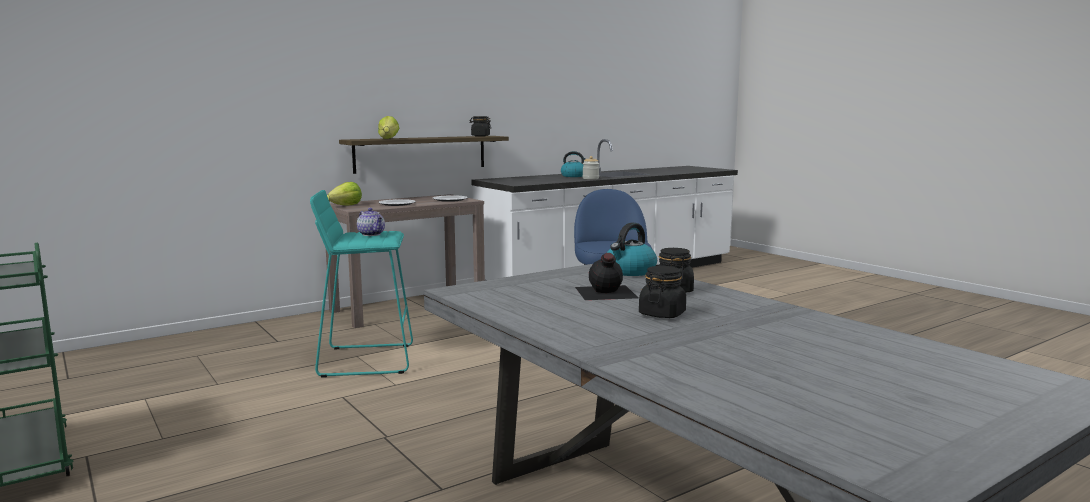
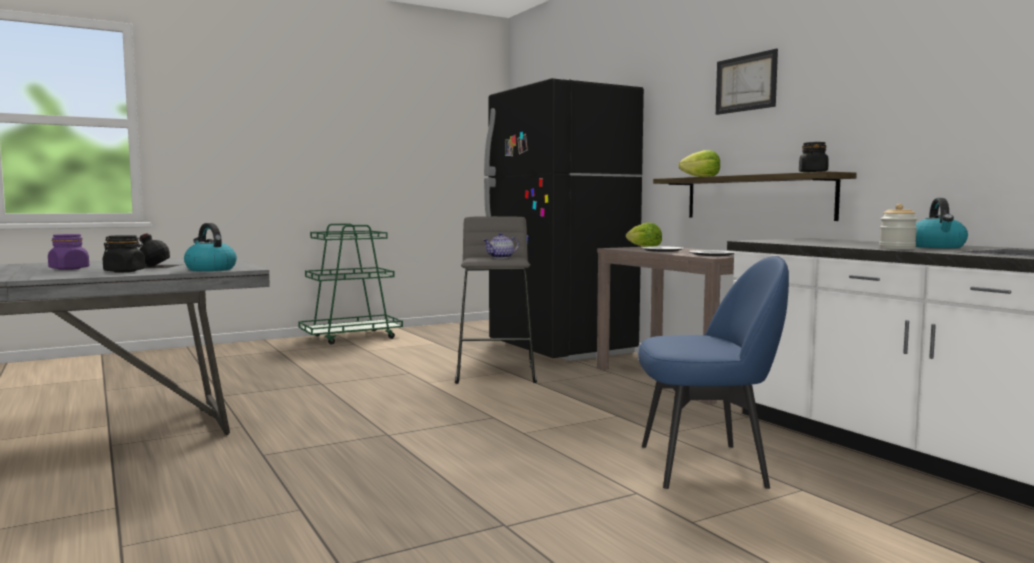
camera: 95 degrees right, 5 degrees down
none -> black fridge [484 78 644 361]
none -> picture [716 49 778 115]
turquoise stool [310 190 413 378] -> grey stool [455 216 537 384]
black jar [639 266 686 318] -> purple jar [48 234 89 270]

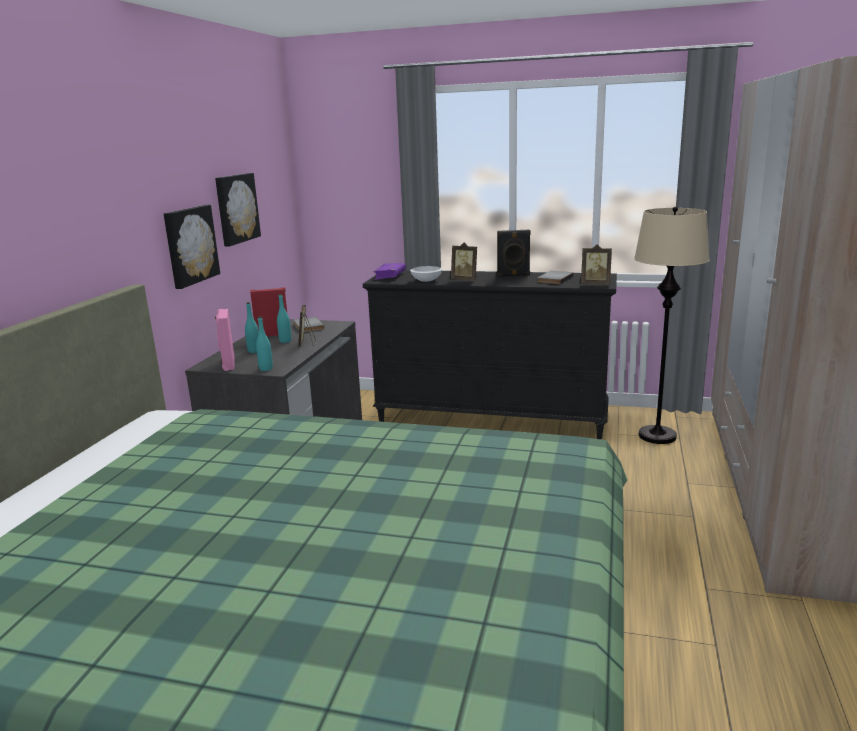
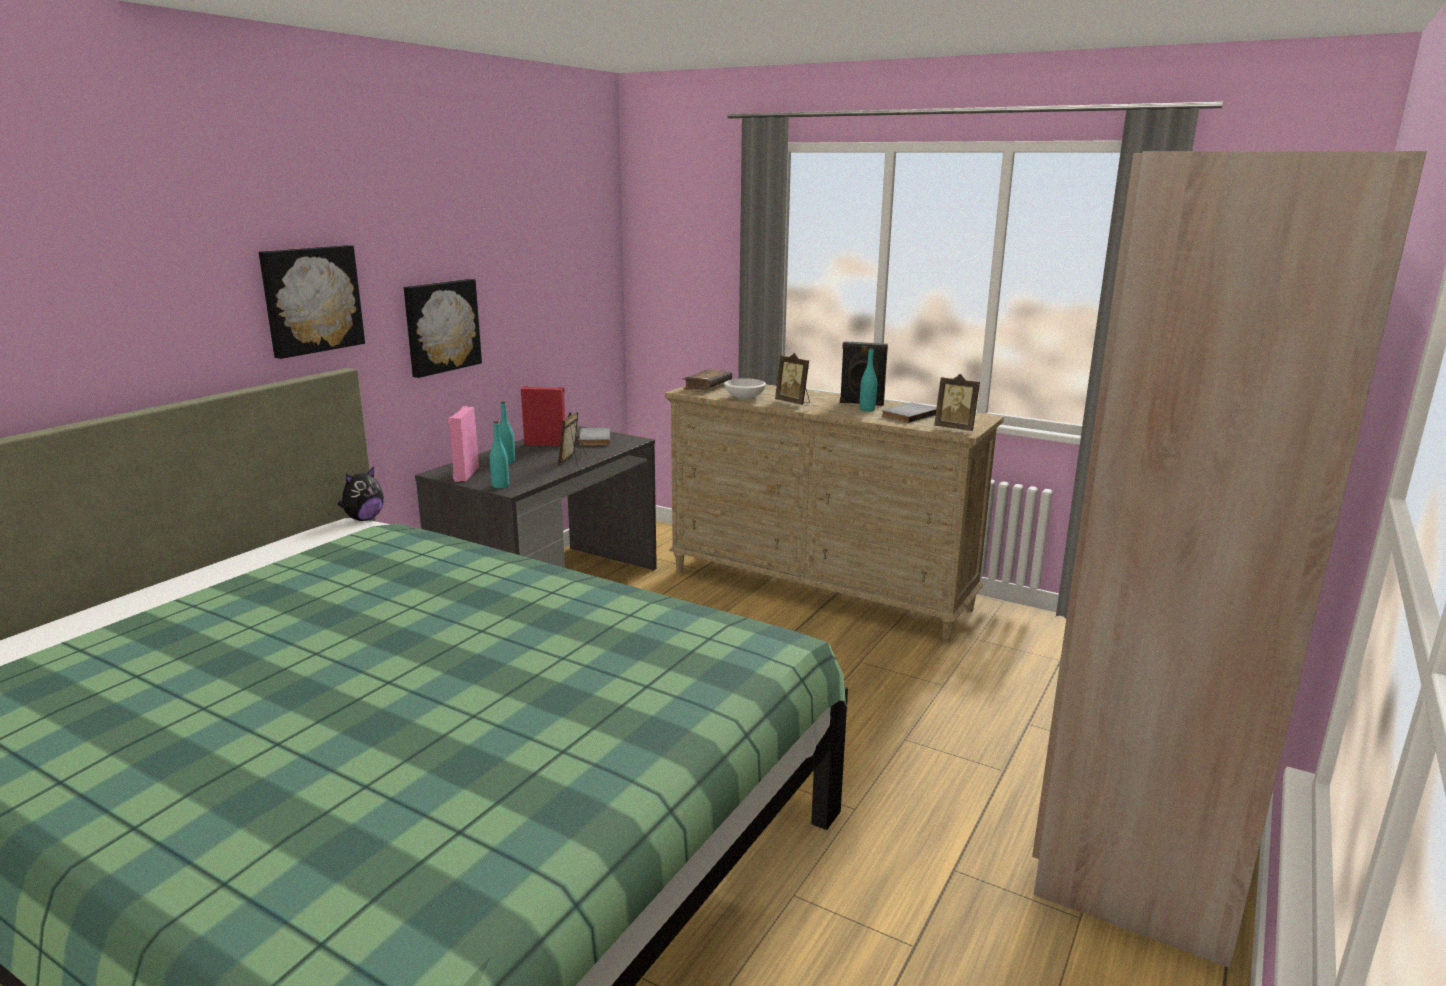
camera: 15 degrees right, 0 degrees up
beige floor lamp [634 207 710 444] -> none
none -> plush toy [338 467 384 521]
picture [215 173 261 246] -> picture [259 245 365 359], relocated
turquoise bottle [277 294 291 343] -> turquoise bottle [860 348 877 412], relocated
black dresser [363 270 617 439] -> beige dresser [665 382 1004 642]
purple book [373 263 406 280] -> brown book [683 369 732 390]

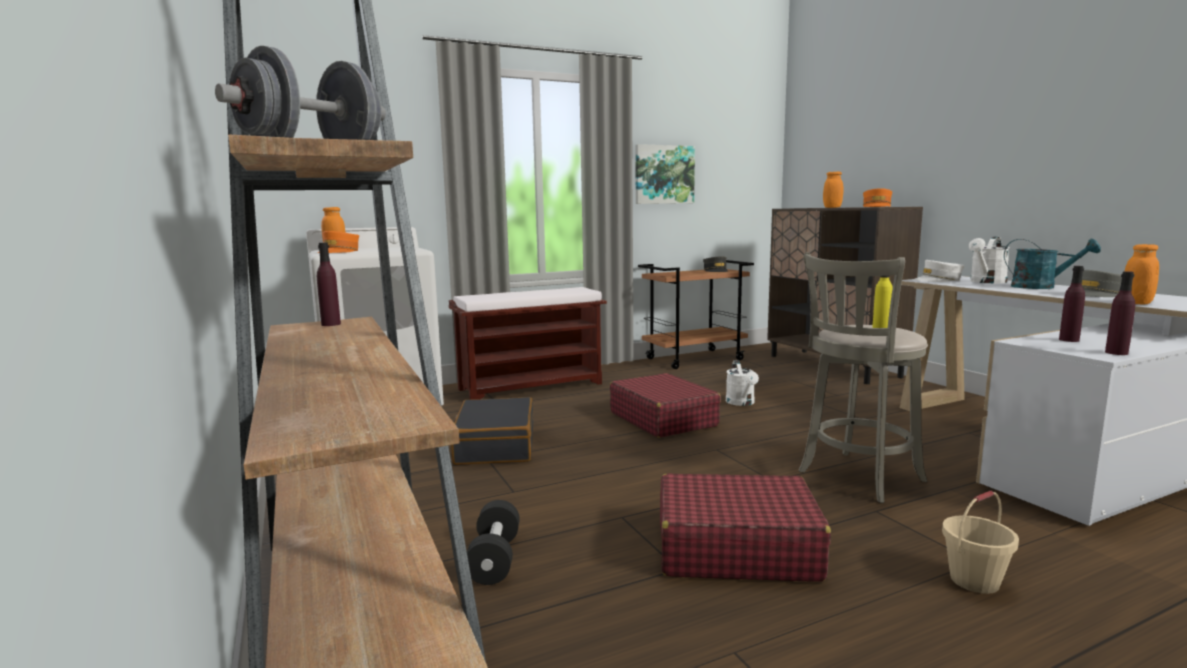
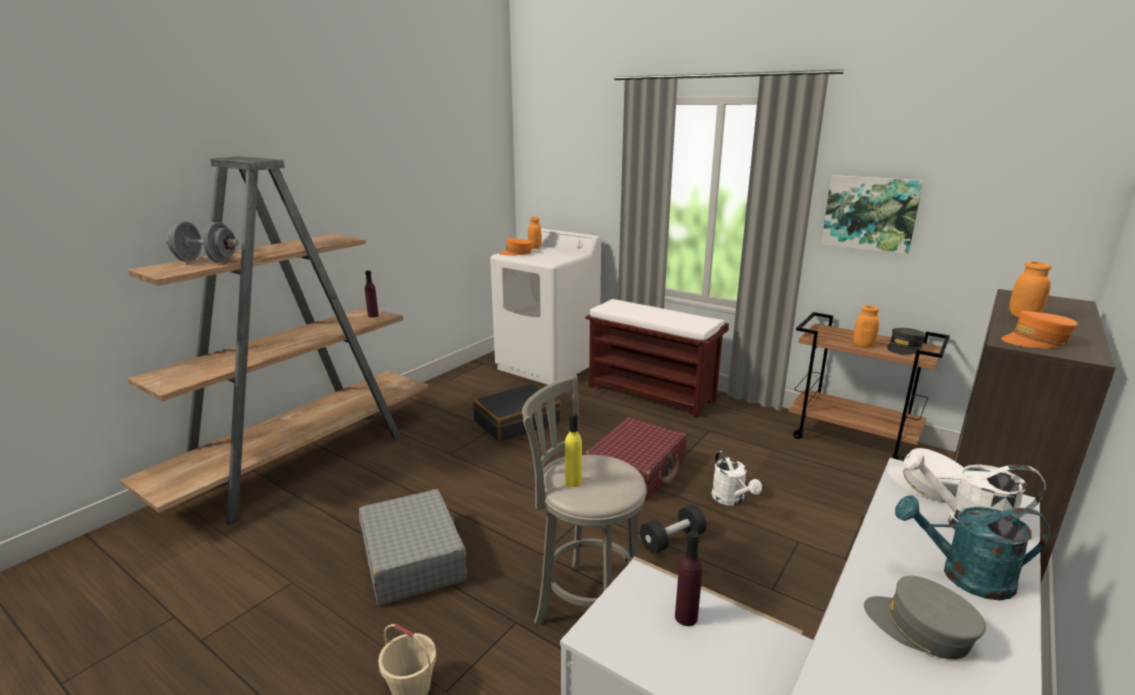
camera: 60 degrees right, 10 degrees up
purple bottle [1105 271 1135 355] -> none
black dumbbell [467 500 520 585] -> black dumbbell [640 505 707 554], relocated
orange jar [1125 244 1159 304] -> orange jar [853 305 880 348], relocated
red suitcase [660 473 831 582] -> grey suitcase [359 489 467 605]
white watering can [726 360 759 406] -> white watering can [711 450 762 506], 75 degrees counterclockwise
turquoise watering can [1004 239 1101 289] -> turquoise watering can [895 495 1051 600], 105 degrees clockwise

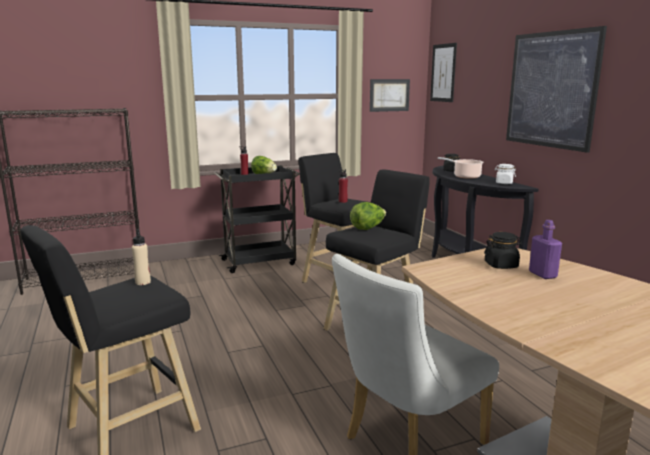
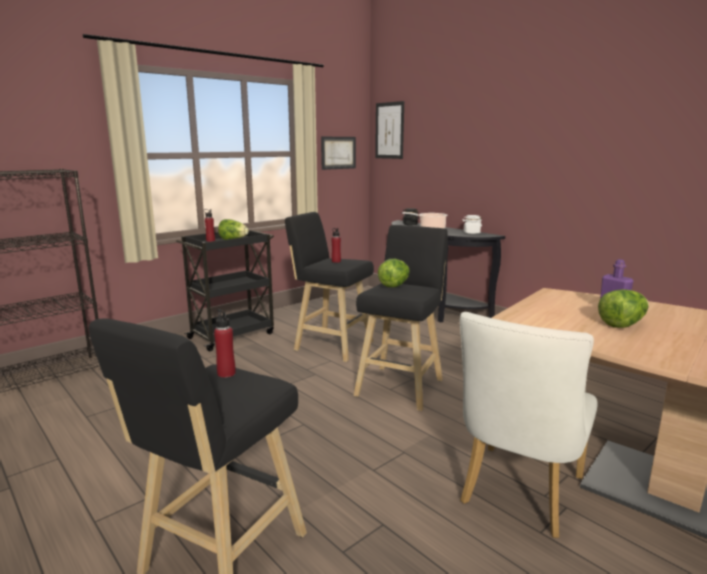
camera: 20 degrees left, 0 degrees up
black jar [484 232 522 269] -> none
picture [506 26 607 153] -> none
none -> lettuce [598 289 649 328]
beige bottle [132 229 151 285] -> red bottle [214 309 236 378]

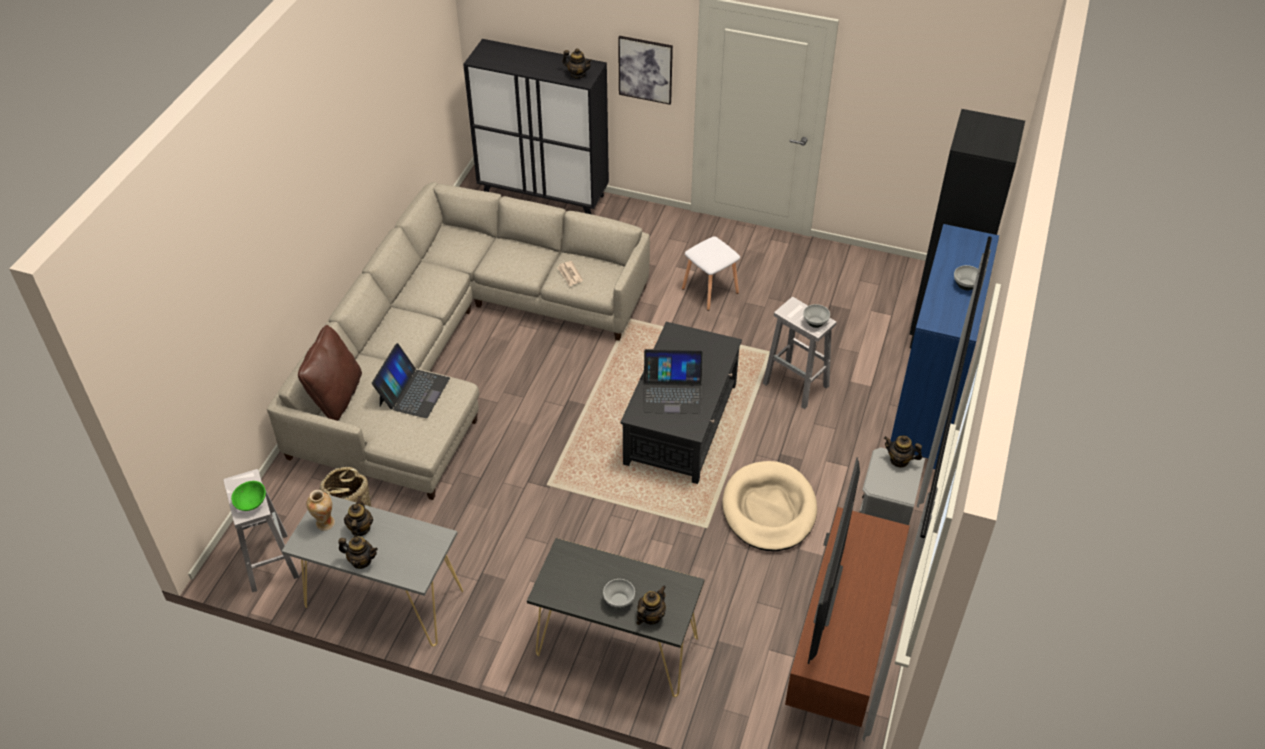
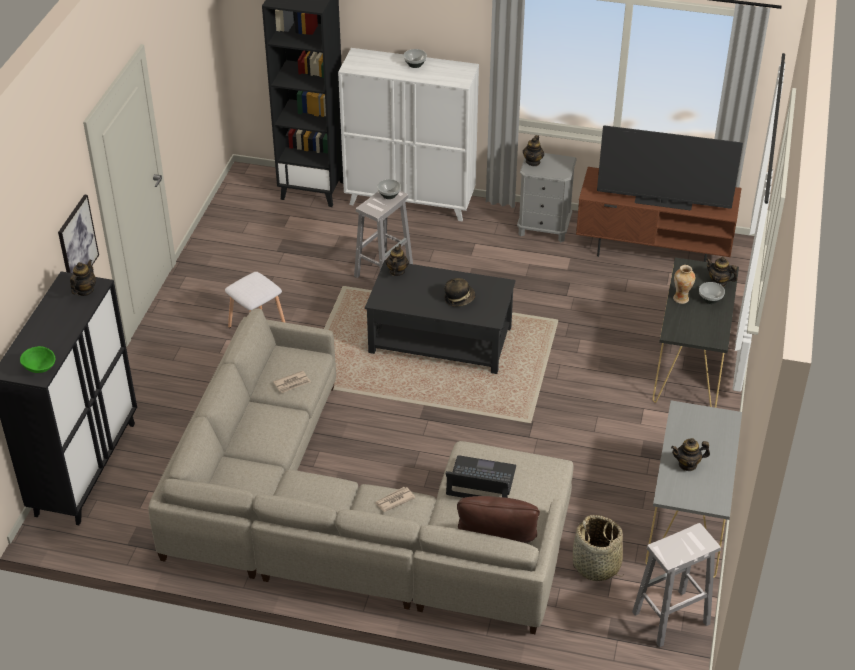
camera: 95 degrees left, 5 degrees down
beige dog bed [722 461 817 551] -> none
none -> newspaper [375 487 415 512]
green bowl [231 481 266 511] -> green bowl [20 346 56 373], relocated
vase [306 490 335 531] -> vase [673 265 695 304], relocated
teapot [338 537 378 569] -> teapot [386 244 409 276], relocated
laptop [643 349 703 414] -> hat [444 278 475 306]
blue cabinet [891 224 999 469] -> white cabinet [338 48 479 221]

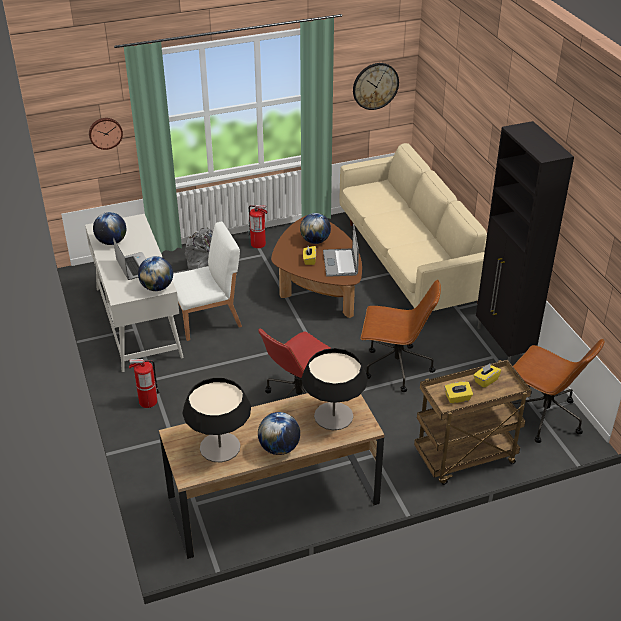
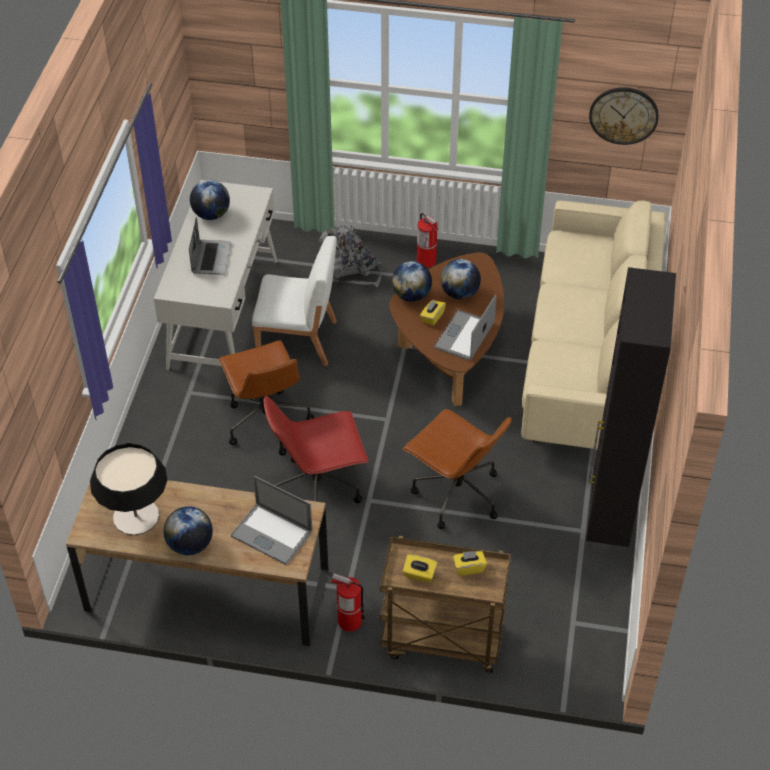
camera: 30 degrees right, 10 degrees up
wall clock [89 118 123 150] -> none
fire extinguisher [129 359 160 408] -> fire extinguisher [331 573 366 632], relocated
globe [138 256 173 291] -> globe [392 261 432 302], relocated
brown office chair [512 339 605 443] -> brown office chair [219 340 314 456], relocated
table lamp [301 348 368 430] -> laptop [231 476 313 565]

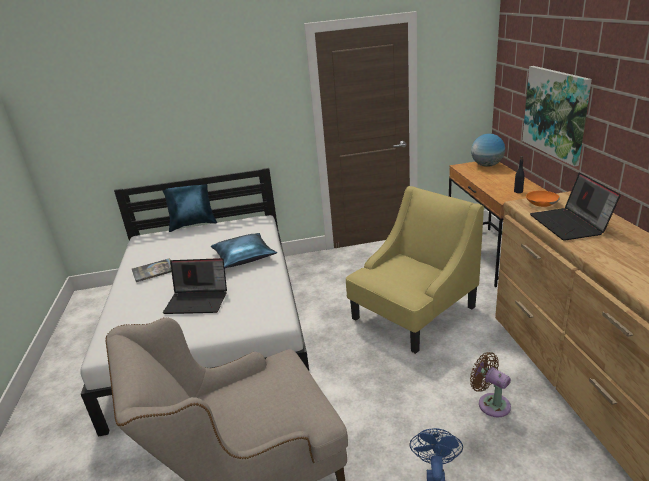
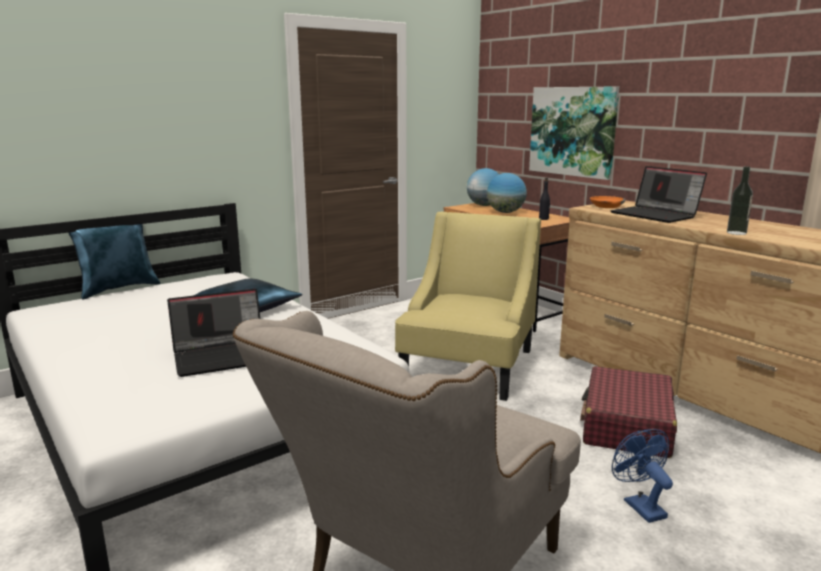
camera: 30 degrees left, 10 degrees down
book [132 258 171 282] -> none
none -> globe [487 173 527 213]
none -> bottle [727 166 753 235]
brown fan [470 352 511 417] -> red suitcase [580 366 677 458]

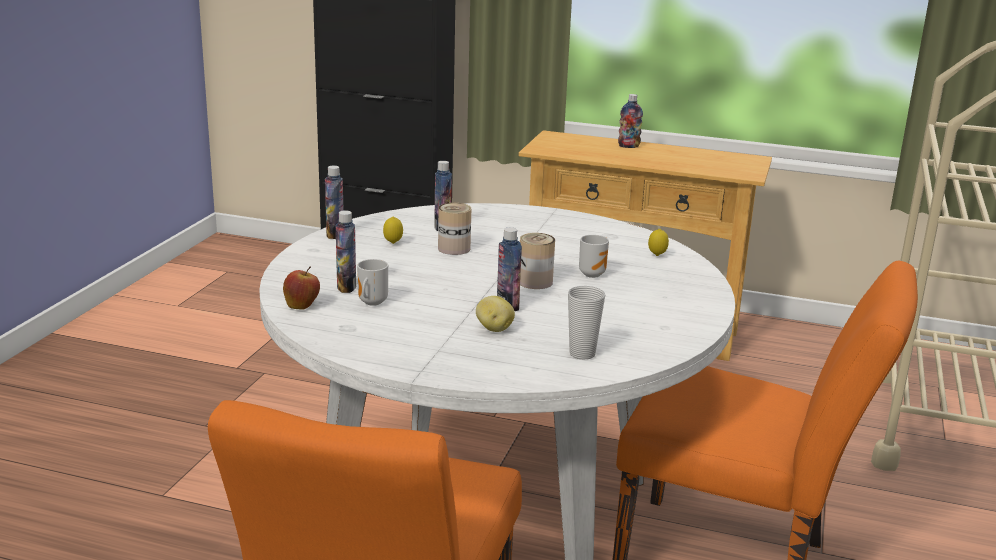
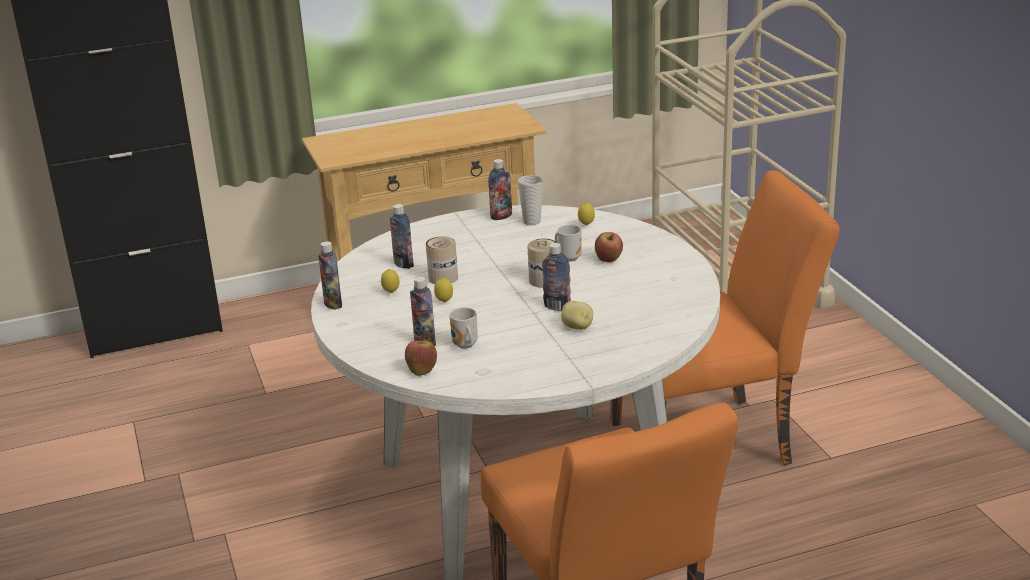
camera: 35 degrees left, 5 degrees up
none -> lemon [434 278 453 302]
none -> apple [595 232 623 262]
cup [568 286 606 360] -> cup [518 175 543 225], relocated
bottle [618 94 643 148] -> bottle [488 159 512 220], relocated

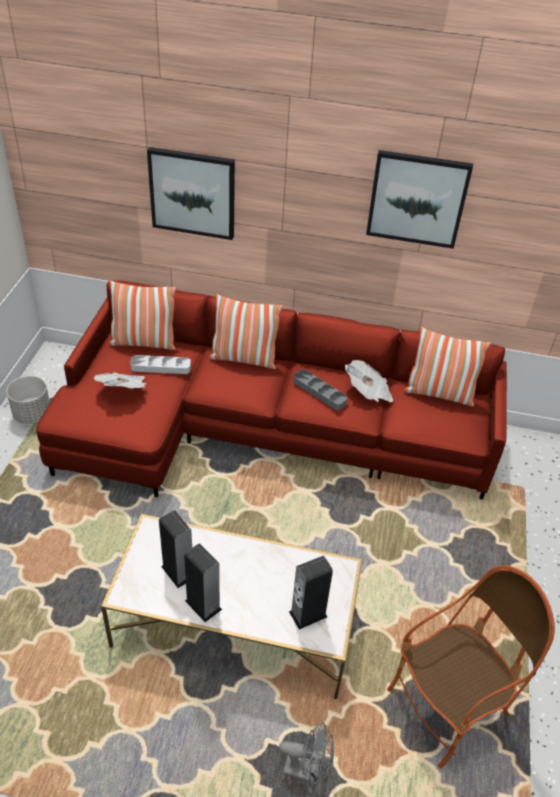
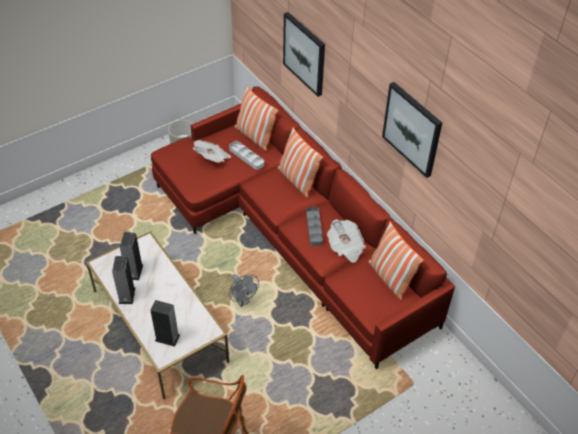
camera: 45 degrees right, 5 degrees up
grey fan [279 723 334 788] -> grey fan [229 274 259 307], relocated

